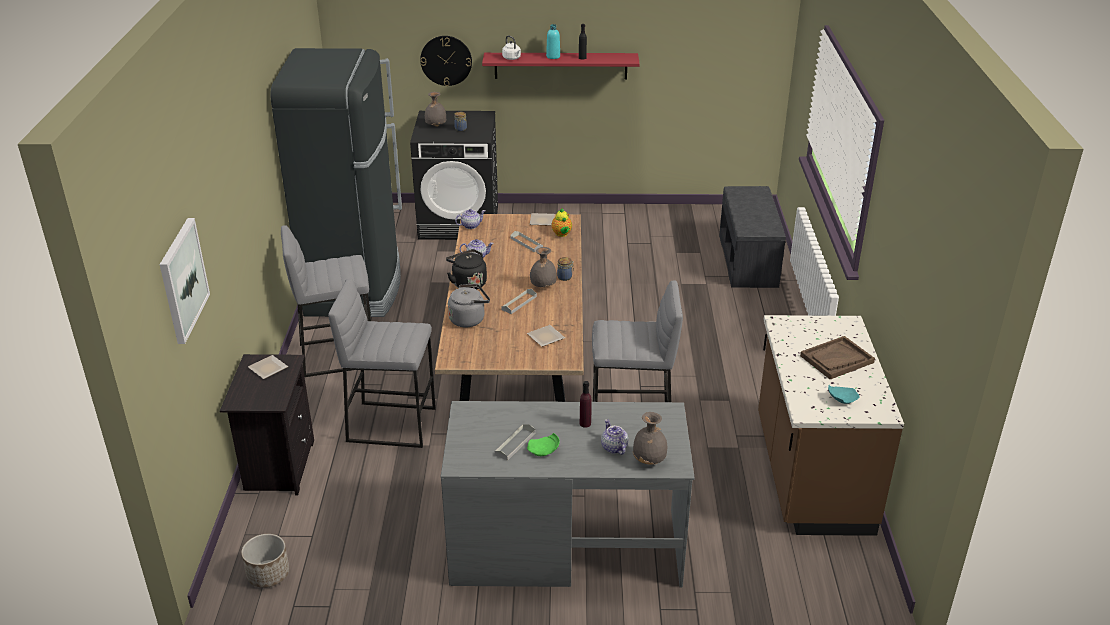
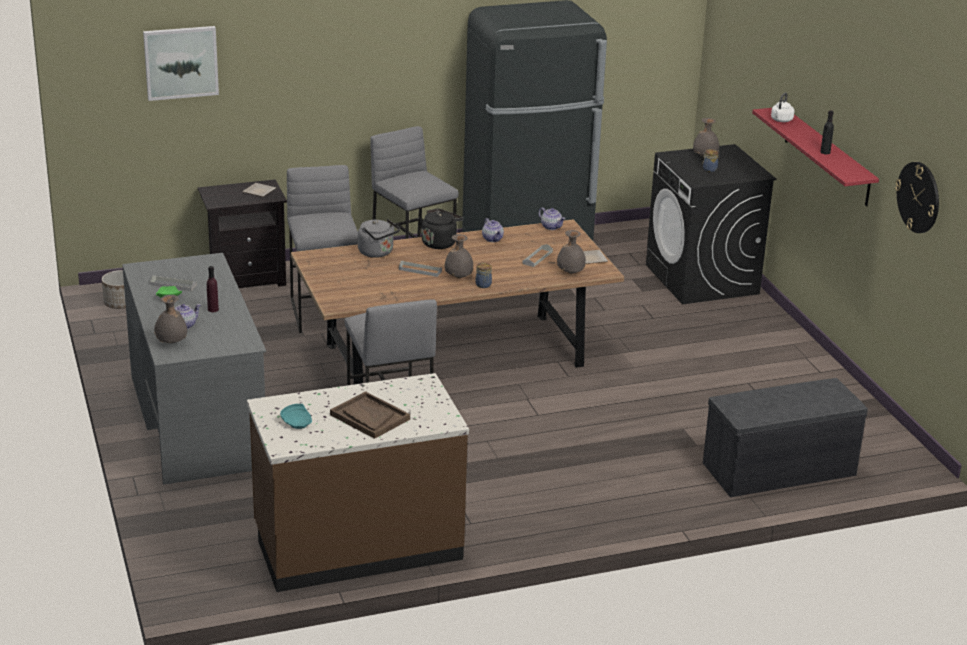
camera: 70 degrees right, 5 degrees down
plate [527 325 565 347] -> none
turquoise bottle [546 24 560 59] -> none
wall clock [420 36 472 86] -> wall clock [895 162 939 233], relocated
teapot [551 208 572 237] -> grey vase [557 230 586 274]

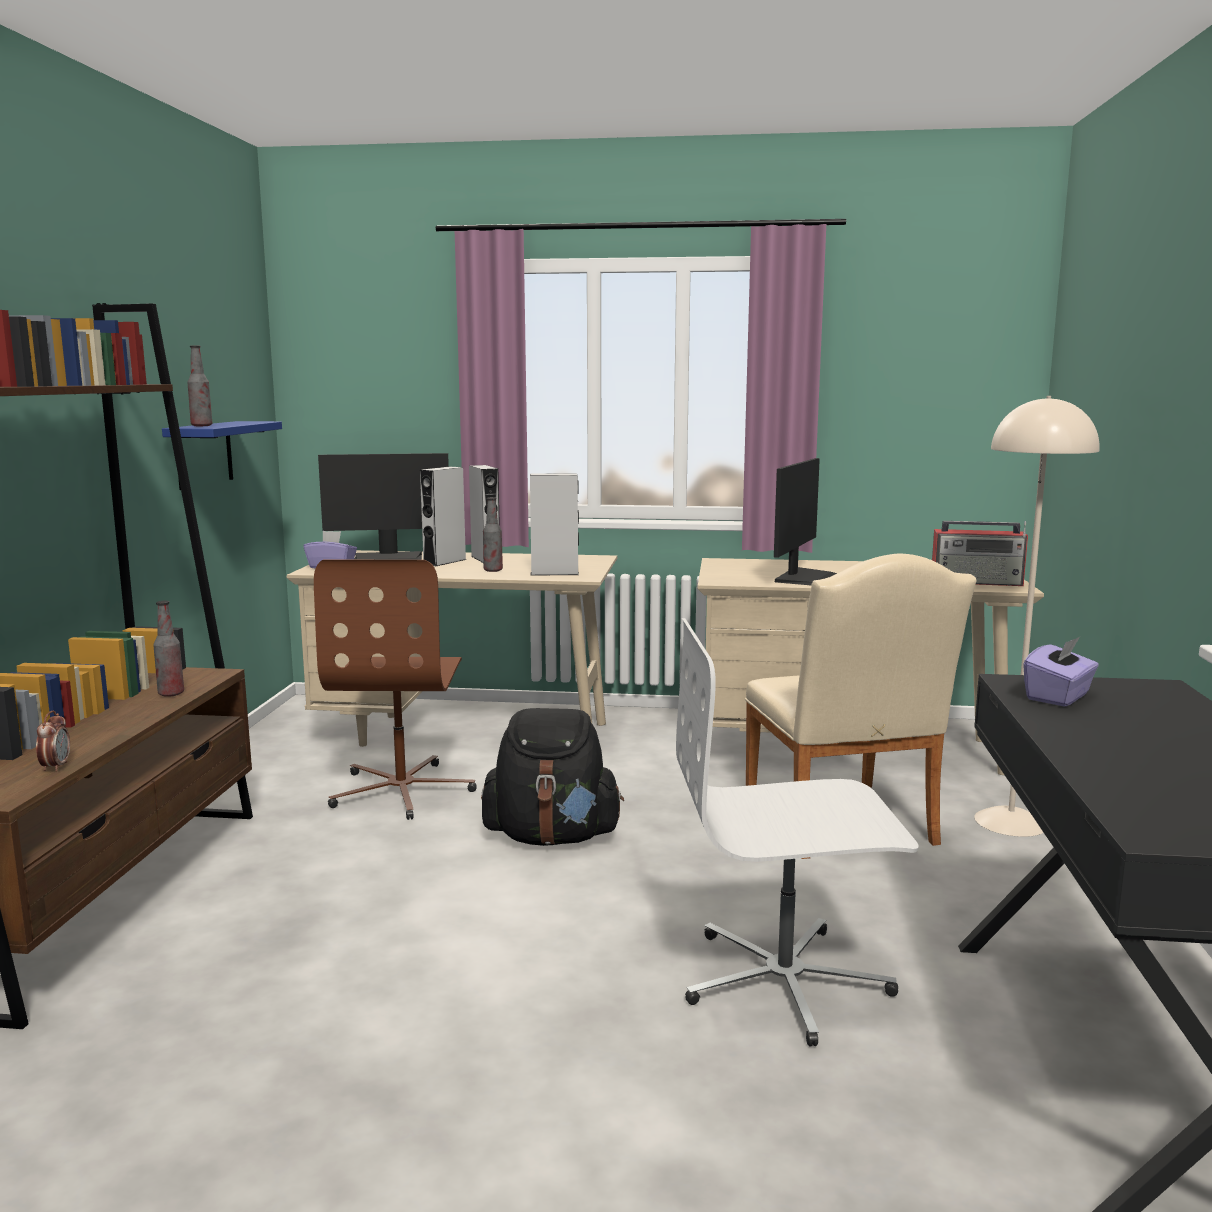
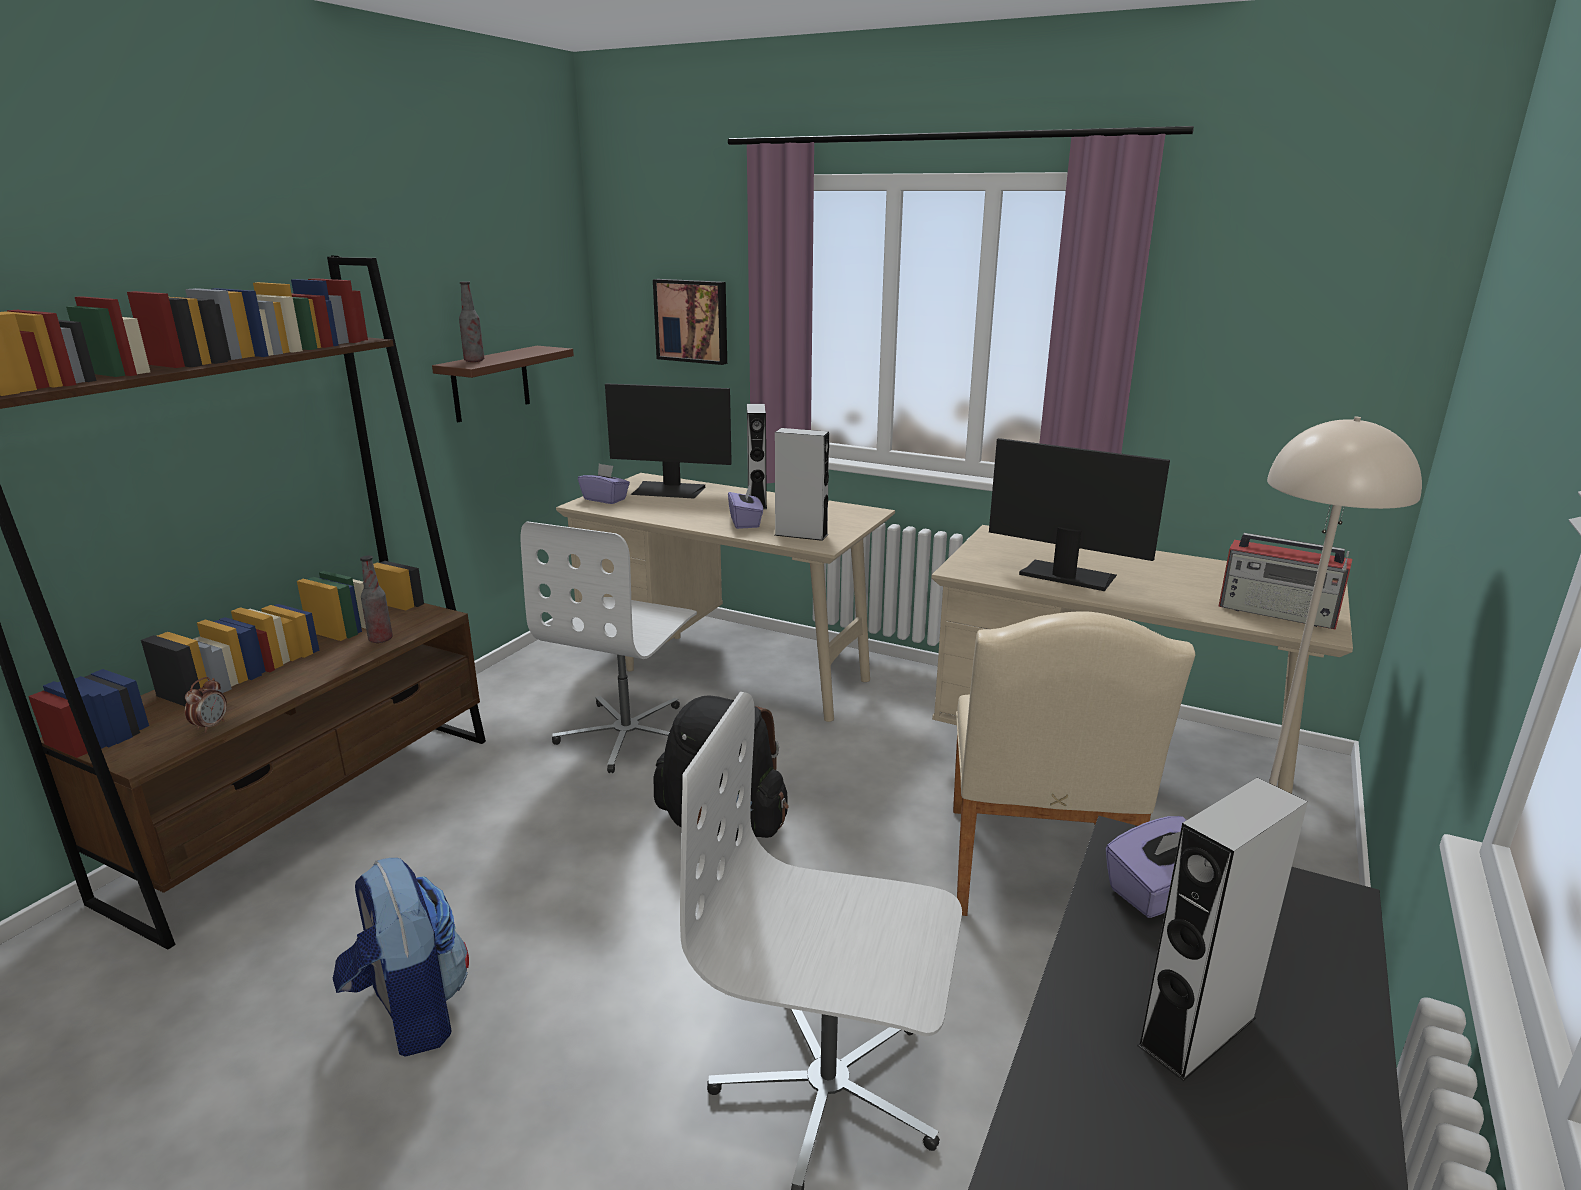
camera: 20 degrees right, 10 degrees up
none -> backpack [333 858 469 1057]
none -> picture [653 279 727 365]
grey speaker [420 467 466 566] -> grey speaker [1137 778 1308 1081], relocated
bottle [483 497 503 572] -> purple tissue box [728 484 763 529]
blue shelf [162 421 282 490] -> brown shelf [432 346 574 422]
brown office chair [314 560 477 820] -> white office chair [520 521 697 773]
monitor [774 458 837 586] -> monitor [989 438 1170 591], 105 degrees counterclockwise

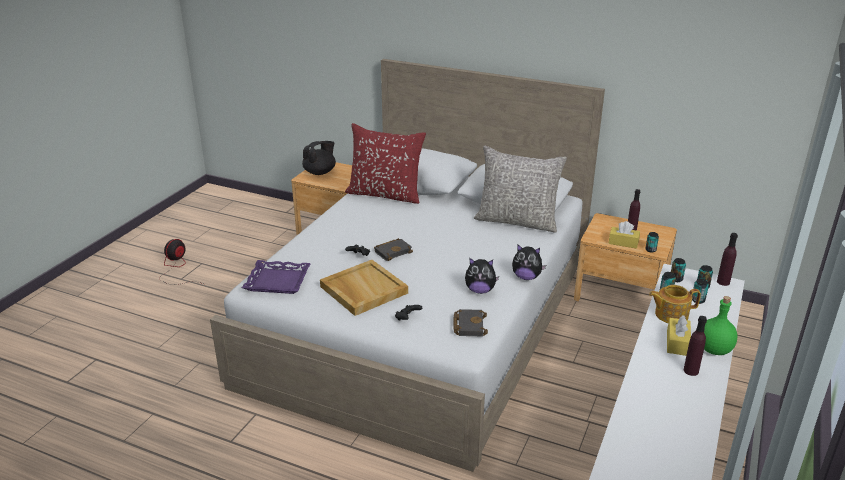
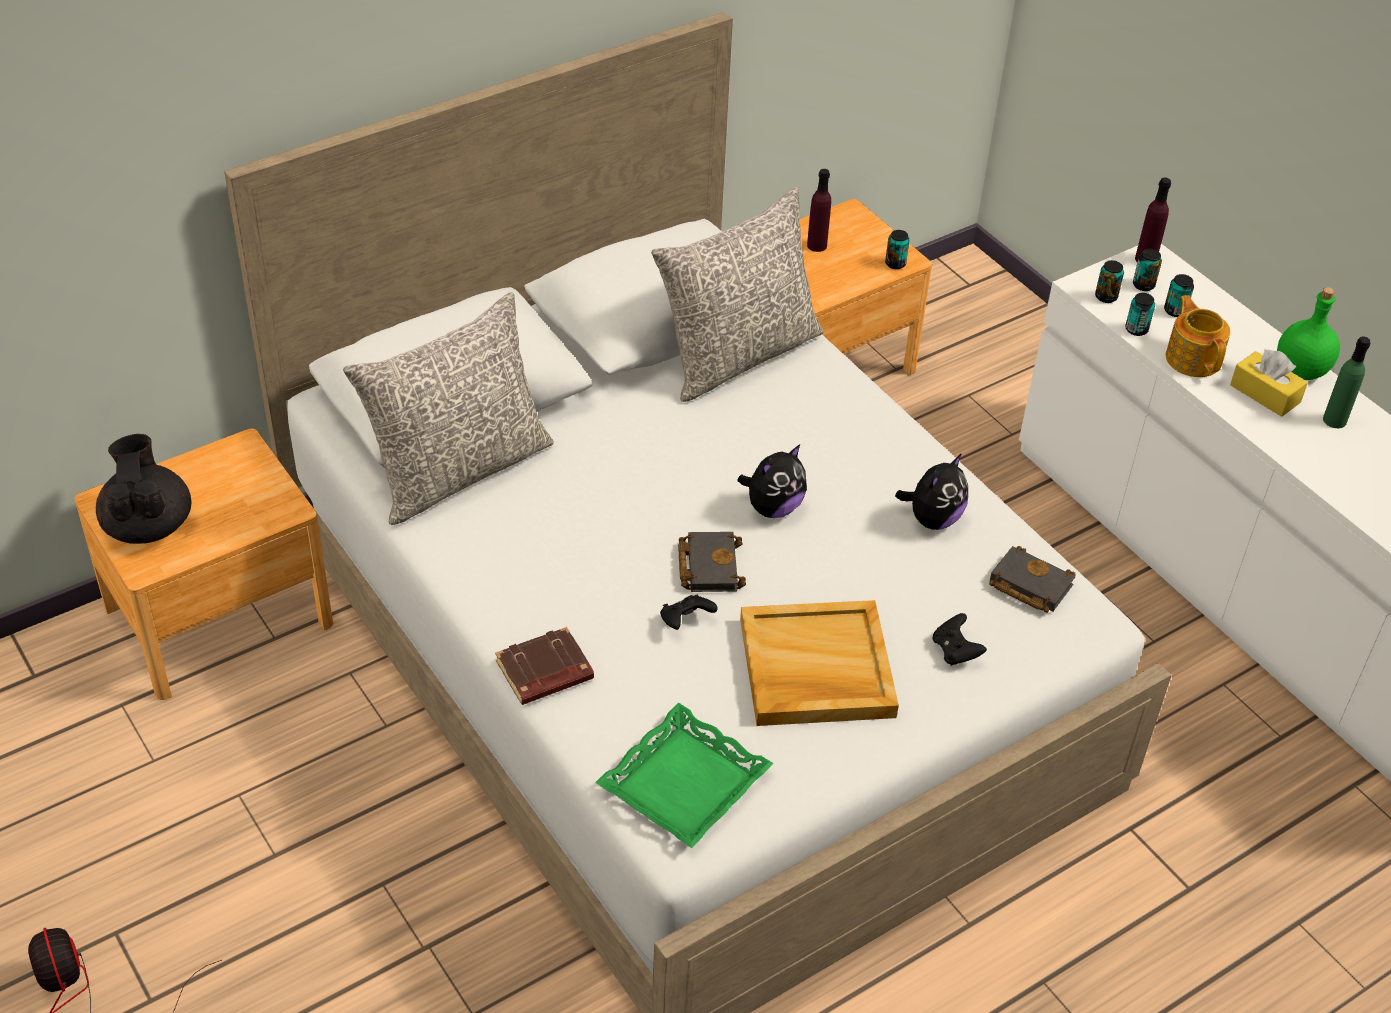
camera: 60 degrees left, 15 degrees up
yellow tissue box [609 221 640 249] -> none
none -> brown book [495 627 594 705]
plush toy [512 244 546 280] -> plush toy [738 444 807 518], relocated
purple tray [242 260 311 294] -> green tray [595 703 774 848]
red pillow [345 123 426 204] -> grey pillow [343 292 554 525]
purple bottle [684 316 707 376] -> green bottle [1323 337 1370 428]
teapot [649 285 701 323] -> teapot [1166 295 1230 377], 135 degrees clockwise

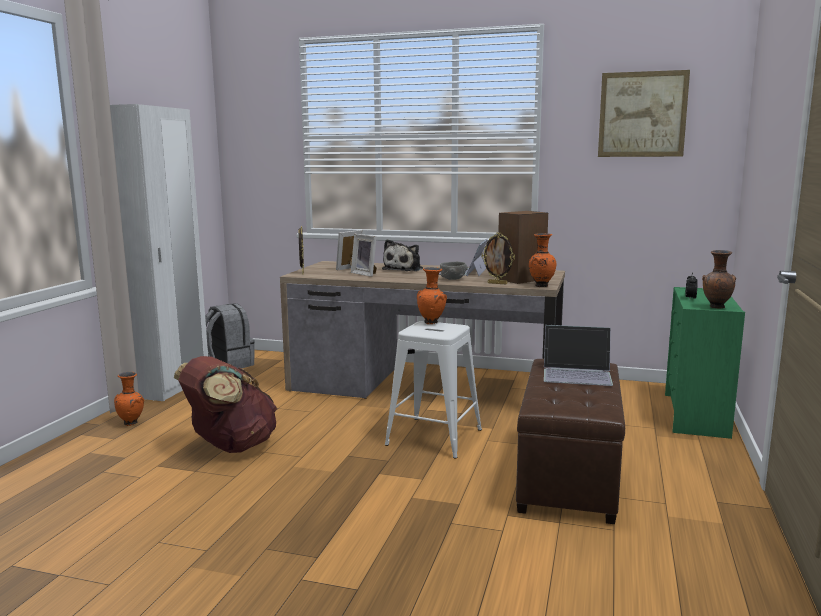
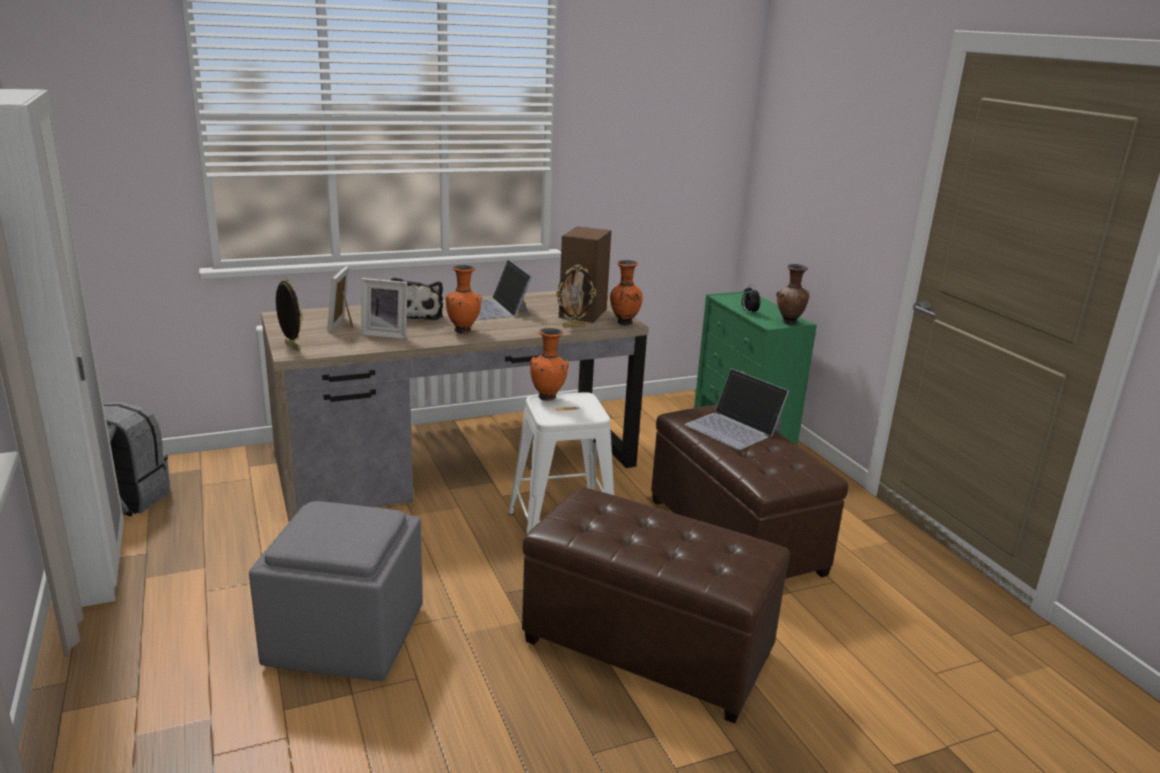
camera: 40 degrees left, 10 degrees up
grey bowl [440 262 468 280] -> none
picture [598 70 690 157] -> none
none -> brown ottoman [522 487 790 723]
orange vase [114 372 144 426] -> orange vase [446 265 482 334], relocated
brown backpack [174 356 277 453] -> grey ottoman [249 501 423 681]
laptop [544 325 613 386] -> laptop [685 368 789 450], 75 degrees clockwise

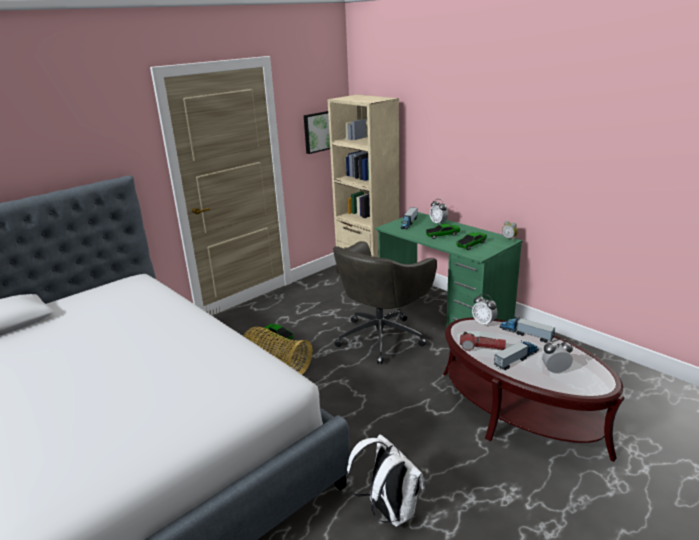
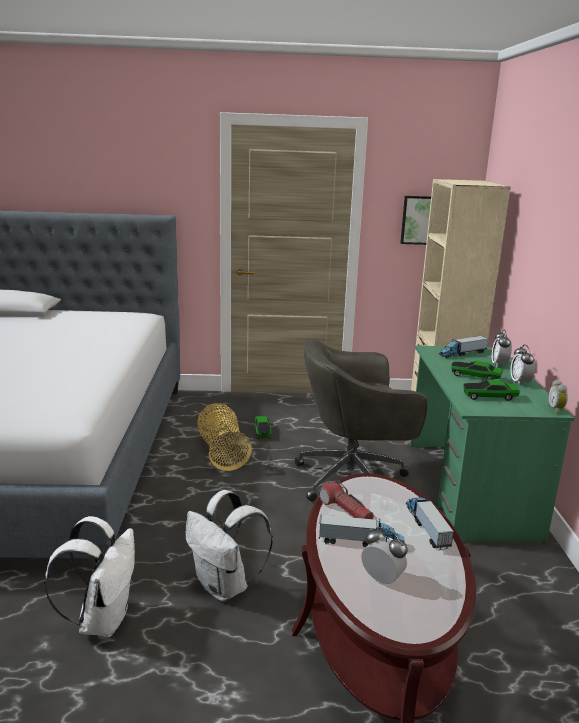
camera: 40 degrees right, 5 degrees down
none -> white backpack [185 490 273 601]
alarm clock [472 294 497 327] -> alarm clock [510 345 535 386], relocated

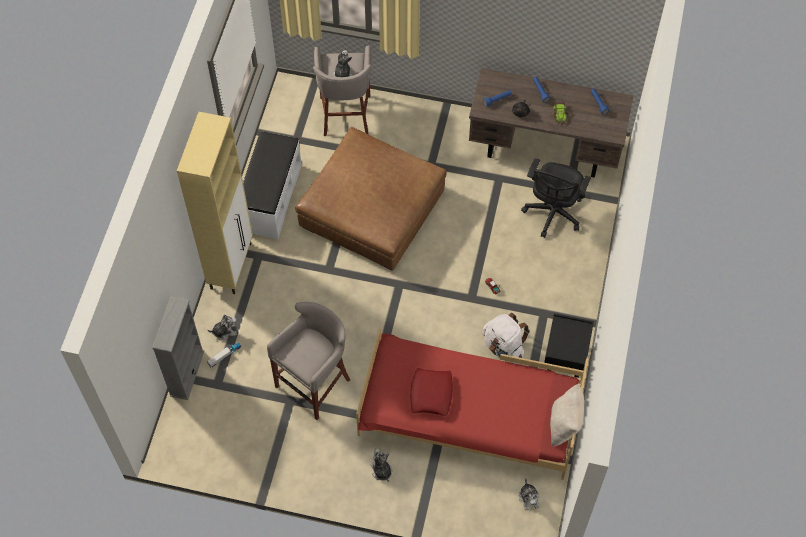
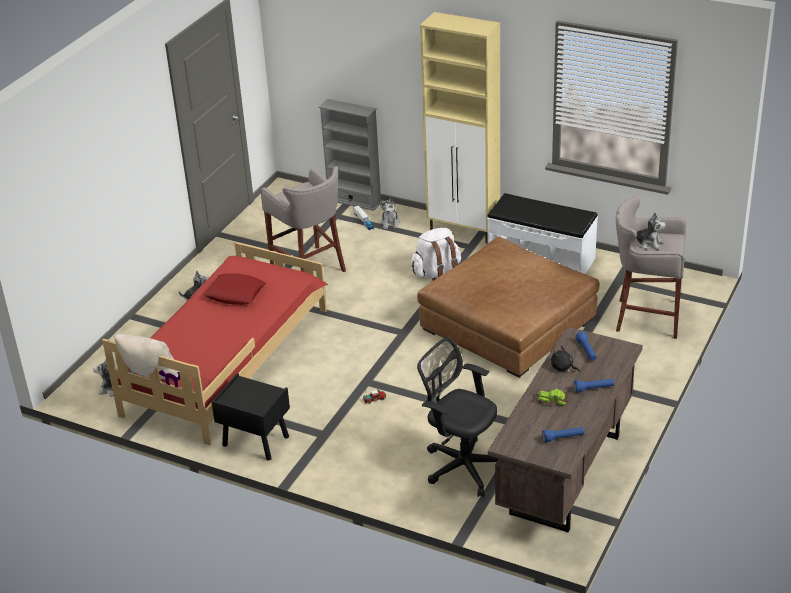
camera: 105 degrees right, 25 degrees down
white backpack [483 313 530 364] -> white backpack [411 228 461 281], relocated

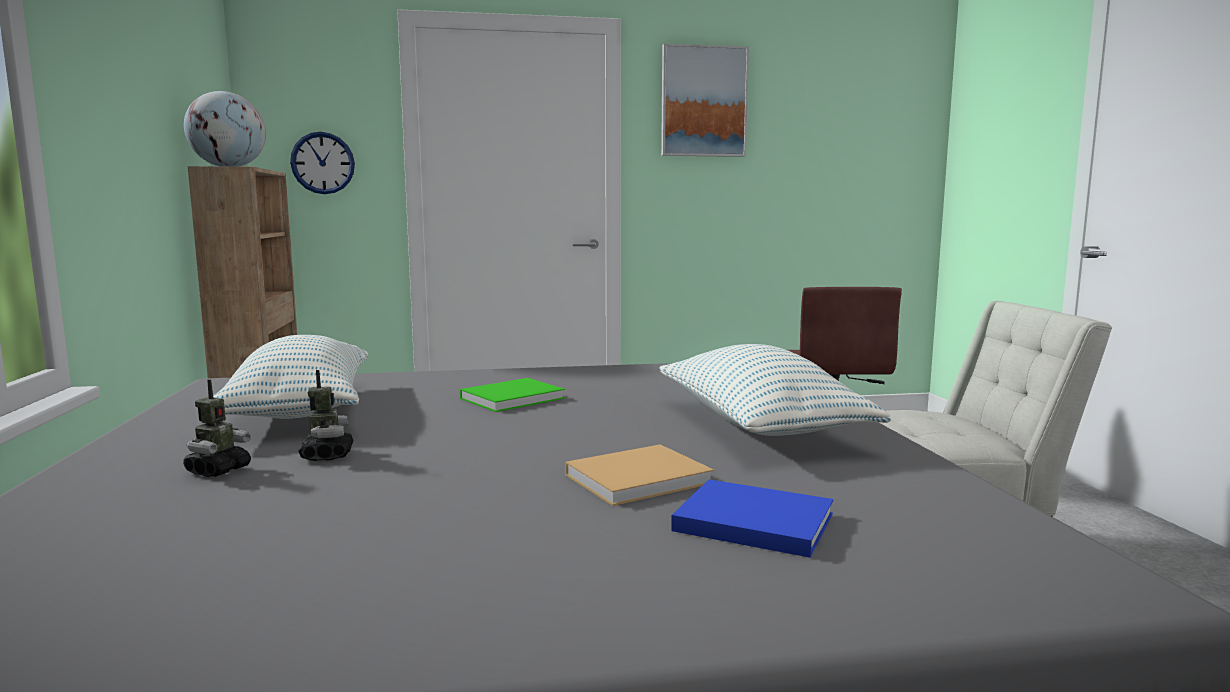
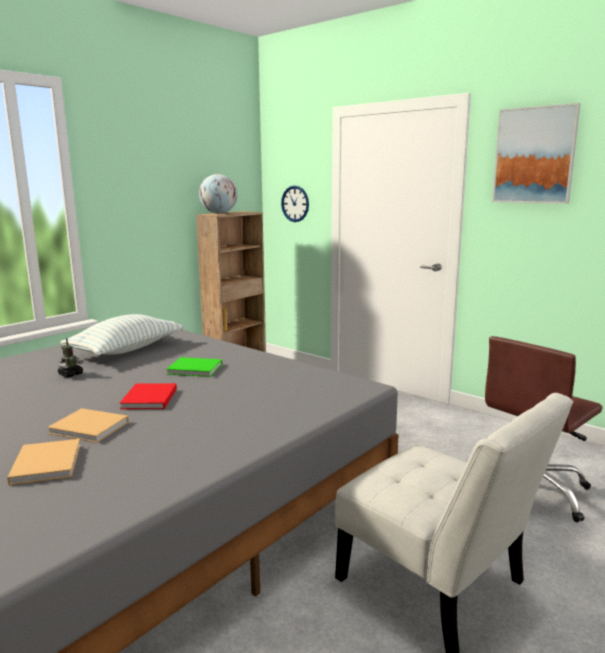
camera: 50 degrees right, 5 degrees up
toy robot [183 380 251 477] -> none
pillow [659 344 892 436] -> none
none -> red book [119 383 177 409]
blue book [671 479 833 558] -> beige book [7 439 81 485]

